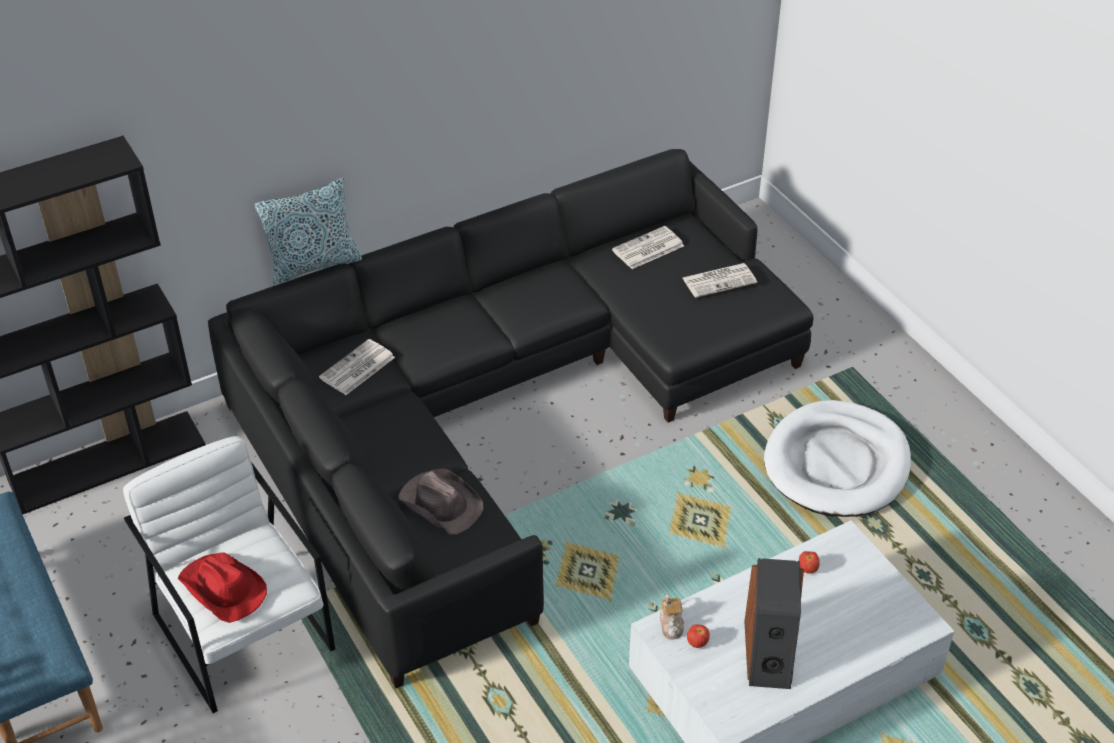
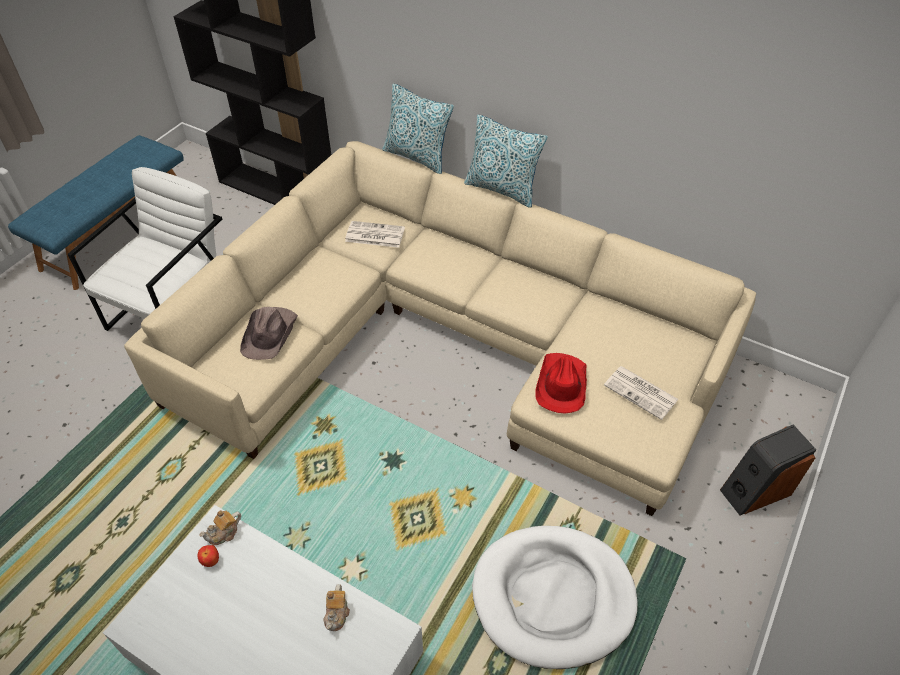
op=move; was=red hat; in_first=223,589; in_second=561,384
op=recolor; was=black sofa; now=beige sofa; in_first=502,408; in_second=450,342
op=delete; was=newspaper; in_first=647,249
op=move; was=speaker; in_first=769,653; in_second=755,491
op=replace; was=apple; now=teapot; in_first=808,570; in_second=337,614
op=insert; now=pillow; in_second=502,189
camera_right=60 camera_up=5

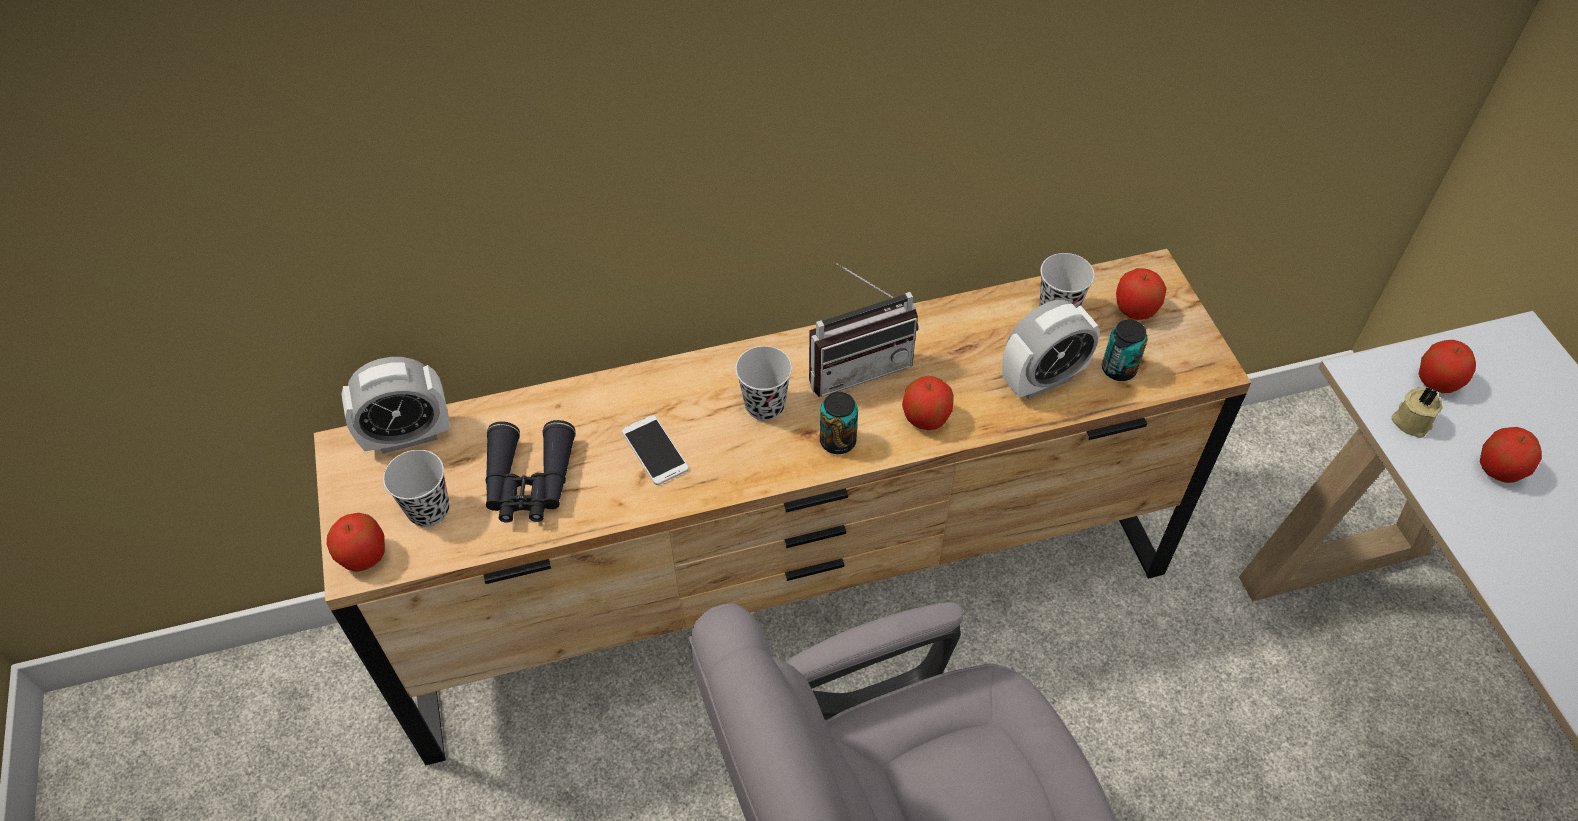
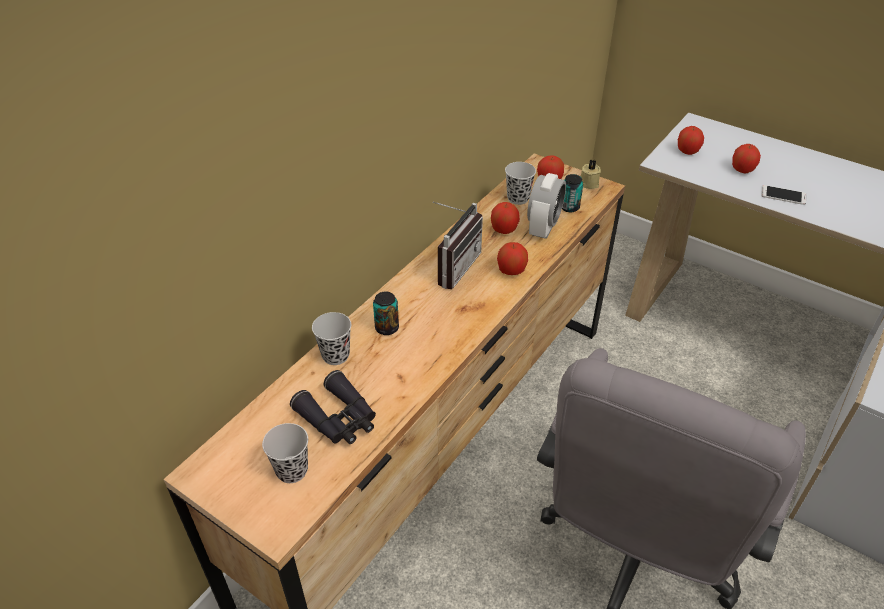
op=move; was=apple; in_first=364,556; in_second=504,230
op=delete; was=alarm clock; in_first=408,436
op=move; was=phone; in_first=655,450; in_second=783,195
op=move; was=black cup; in_first=765,405; in_second=335,355
op=move; was=can; in_first=837,441; in_second=387,328
op=move; was=beige candle; in_first=1411,420; in_second=588,183
camera_right=-40 camera_up=-10

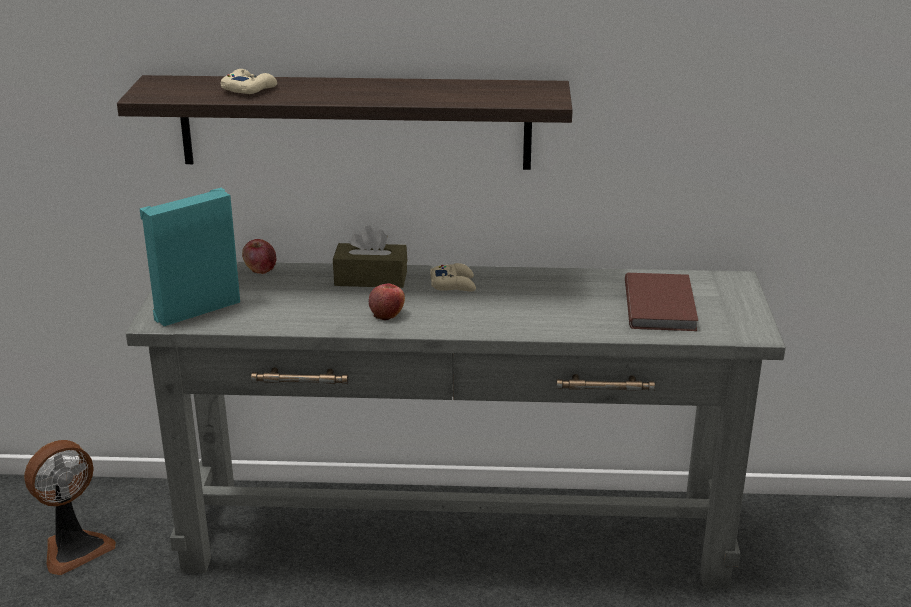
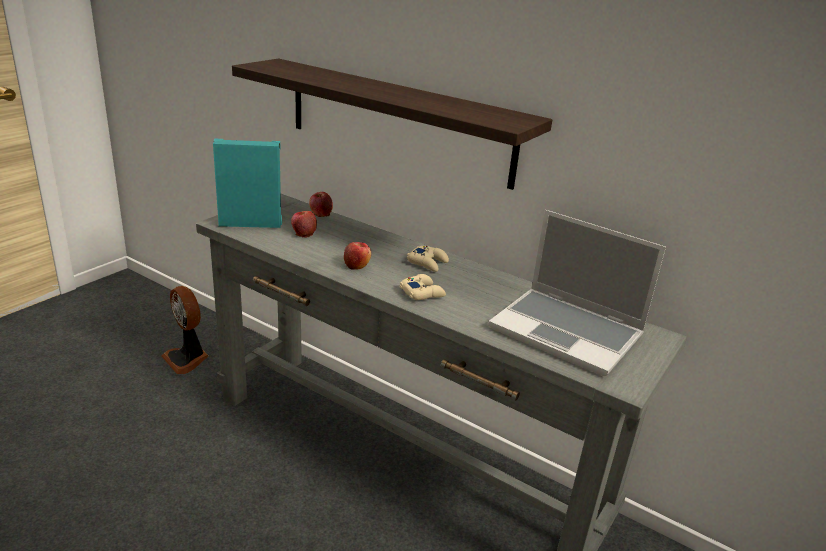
op=rotate; was=fan; in_first=74,548; in_second=187,359; clockwise=60
op=move; was=beige game controller; in_first=248,89; in_second=422,293
op=delete; was=brown tissue box; in_first=371,278
op=replace; was=brown book; now=laptop; in_first=662,305; in_second=568,332
op=insert; now=apple; in_second=303,233
camera_right=30 camera_up=0

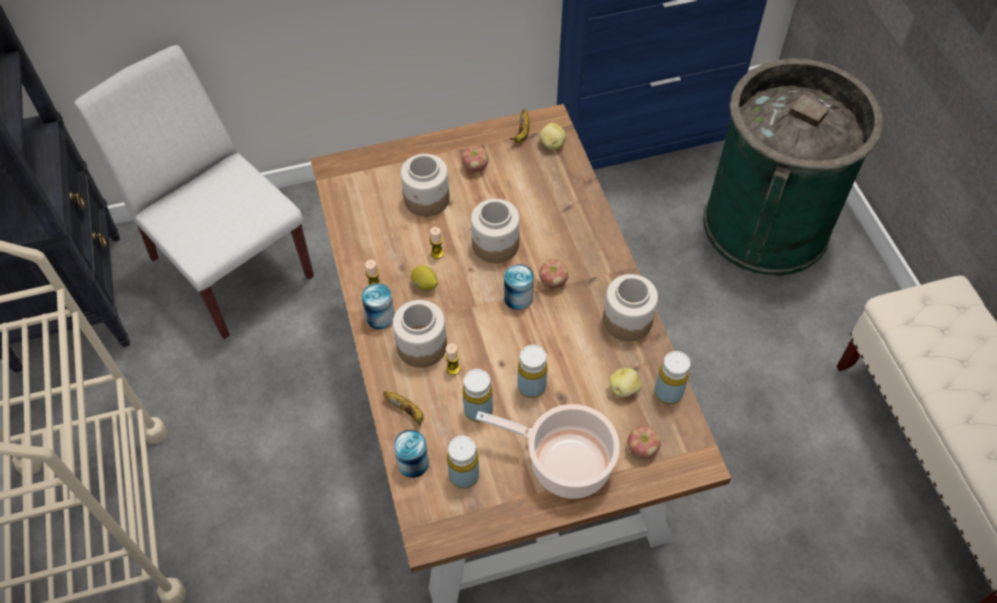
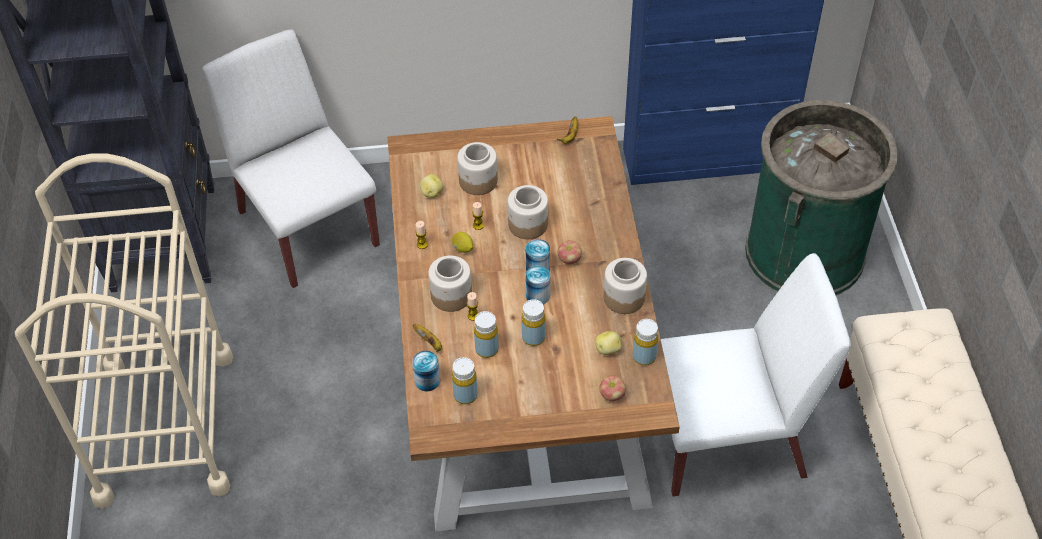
op=move; was=can; in_first=380,317; in_second=538,295
op=delete; was=apple; in_first=475,167
op=delete; was=cooking pot; in_first=564,462
op=move; was=potato; in_first=552,144; in_second=431,193
op=insert; now=white chair; in_second=729,440
camera_right=10 camera_up=-5

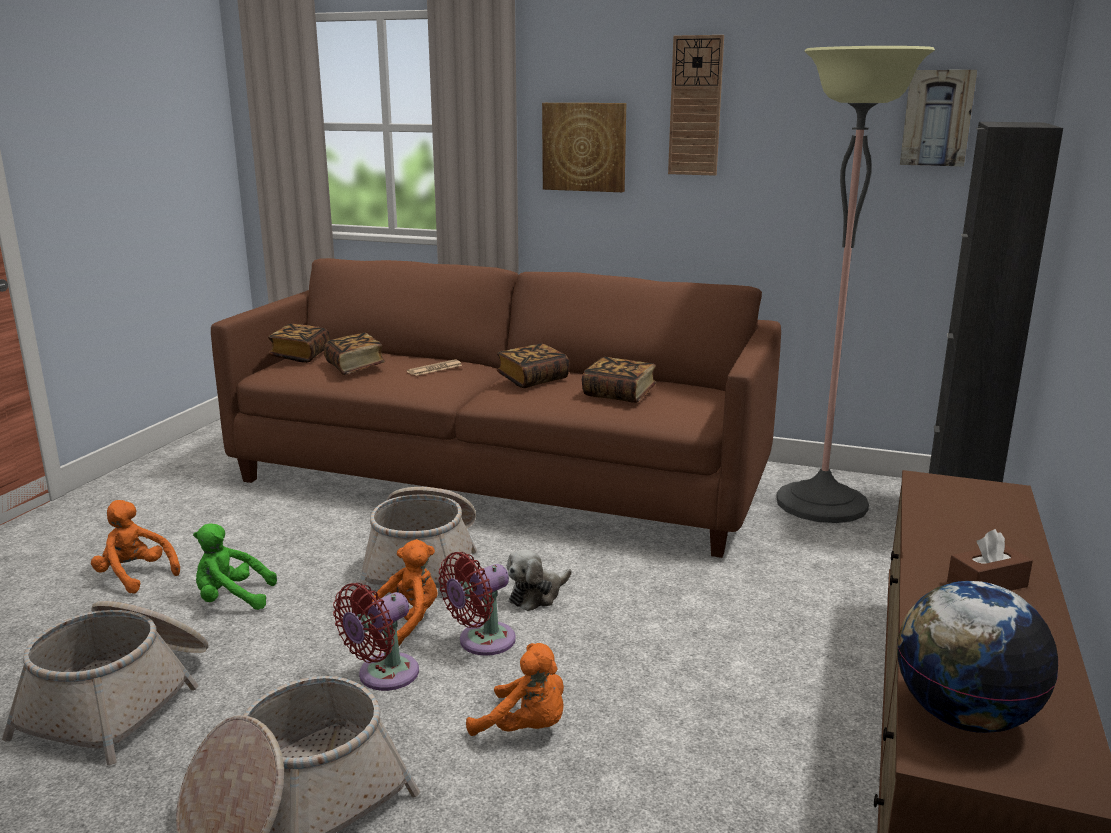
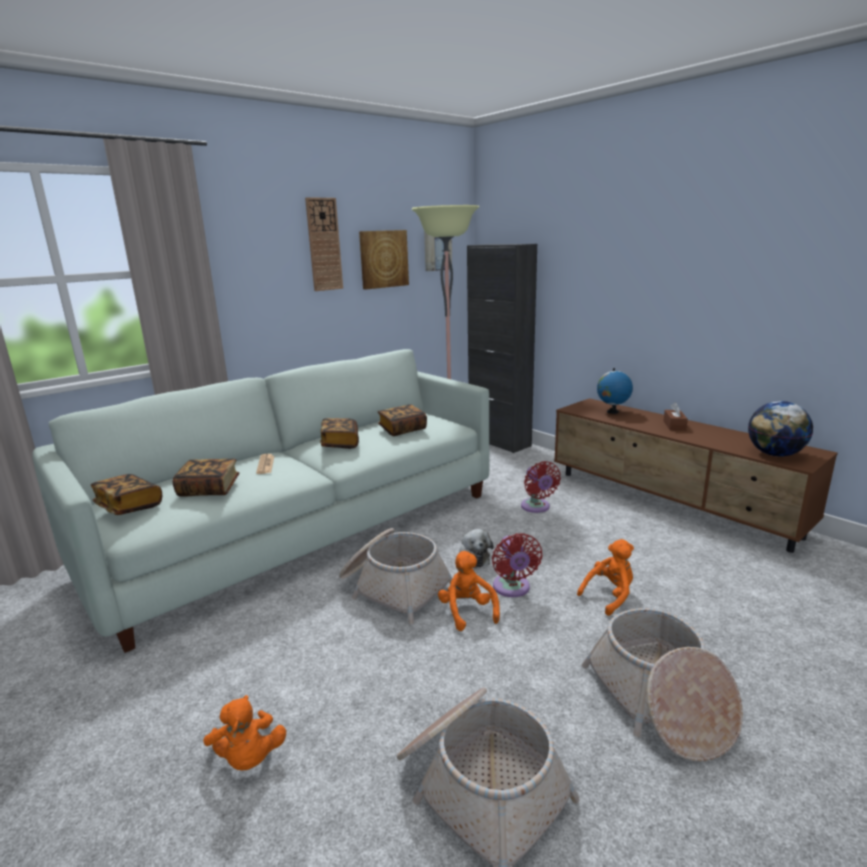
op=rotate; was=orange plush toy; in_first=135,576; in_second=248,758; clockwise=-90
op=delete; was=green plush toy; in_first=231,599
op=recolor; was=brown sofa; now=white sofa; in_first=499,479; in_second=303,531
op=move; was=red fan; in_first=383,676; in_second=536,507
op=move; was=picture; in_first=584,147; in_second=383,259
op=insert; now=globe; in_second=612,412
camera_right=-60 camera_up=0

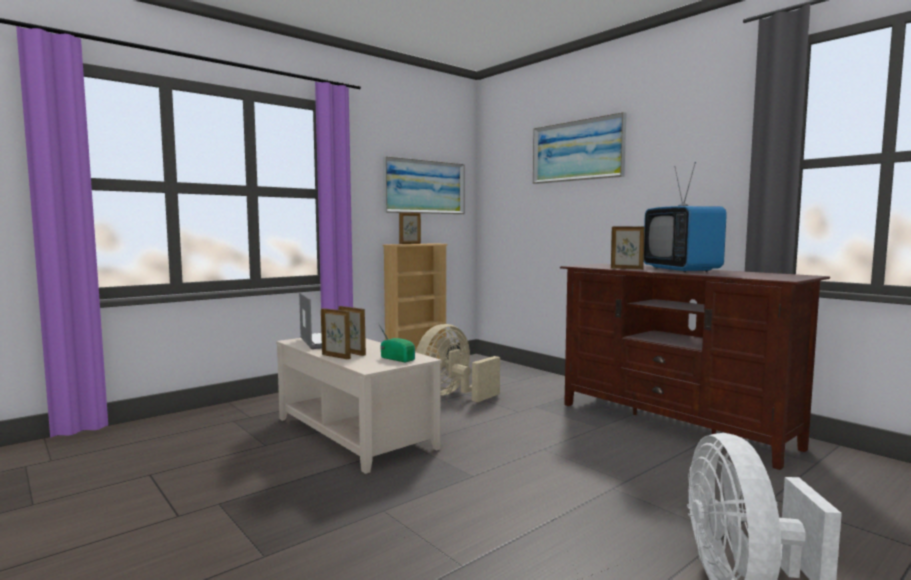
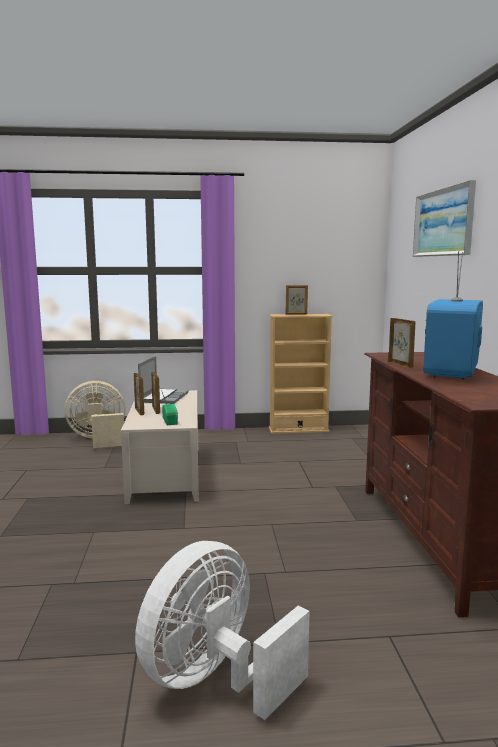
op=delete; was=picture; in_first=424,187
op=move; was=beige fan; in_first=452,396; in_second=99,440
camera_right=35 camera_up=5

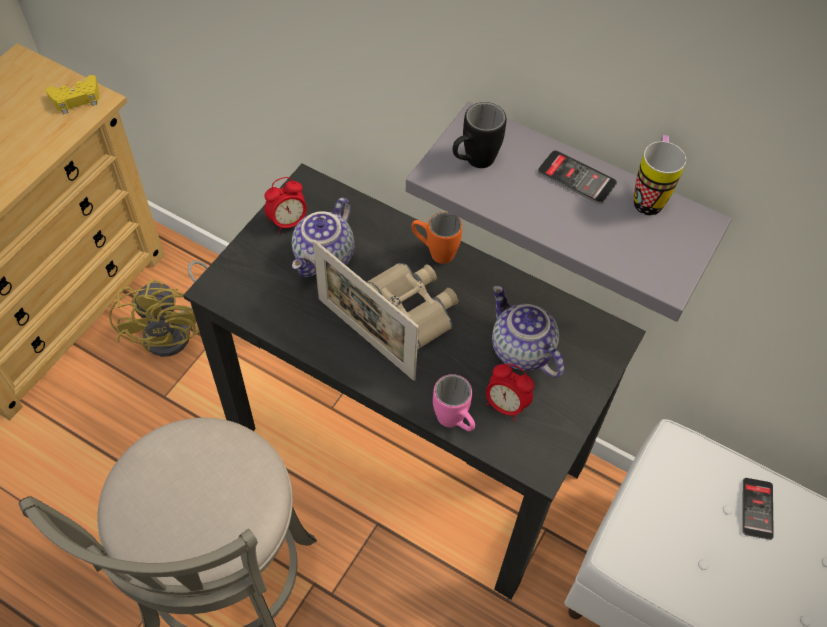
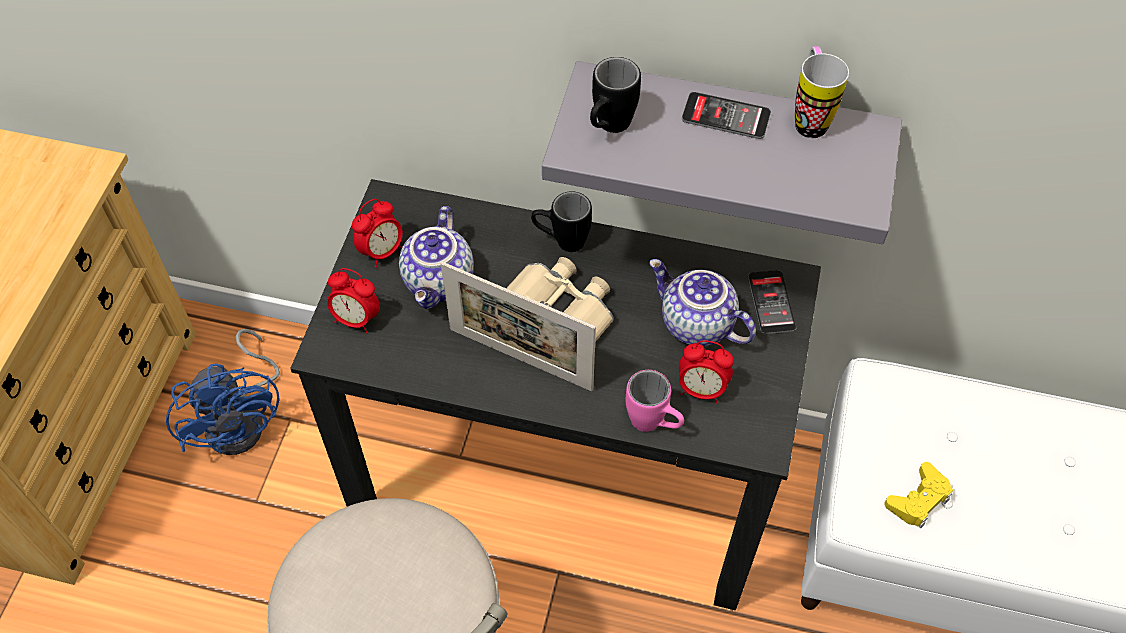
op=move; was=yellow game controller; in_first=76,99; in_second=918,499
op=recolor; was=yellow fan; now=blue fan; in_first=176,331; in_second=243,419
op=recolor; was=orange mug; now=black mug; in_first=434,252; in_second=561,241
op=move; was=phone; in_first=757,508; in_second=771,302
op=insert; now=alarm clock; in_second=356,319
camera_right=-15 camera_up=0

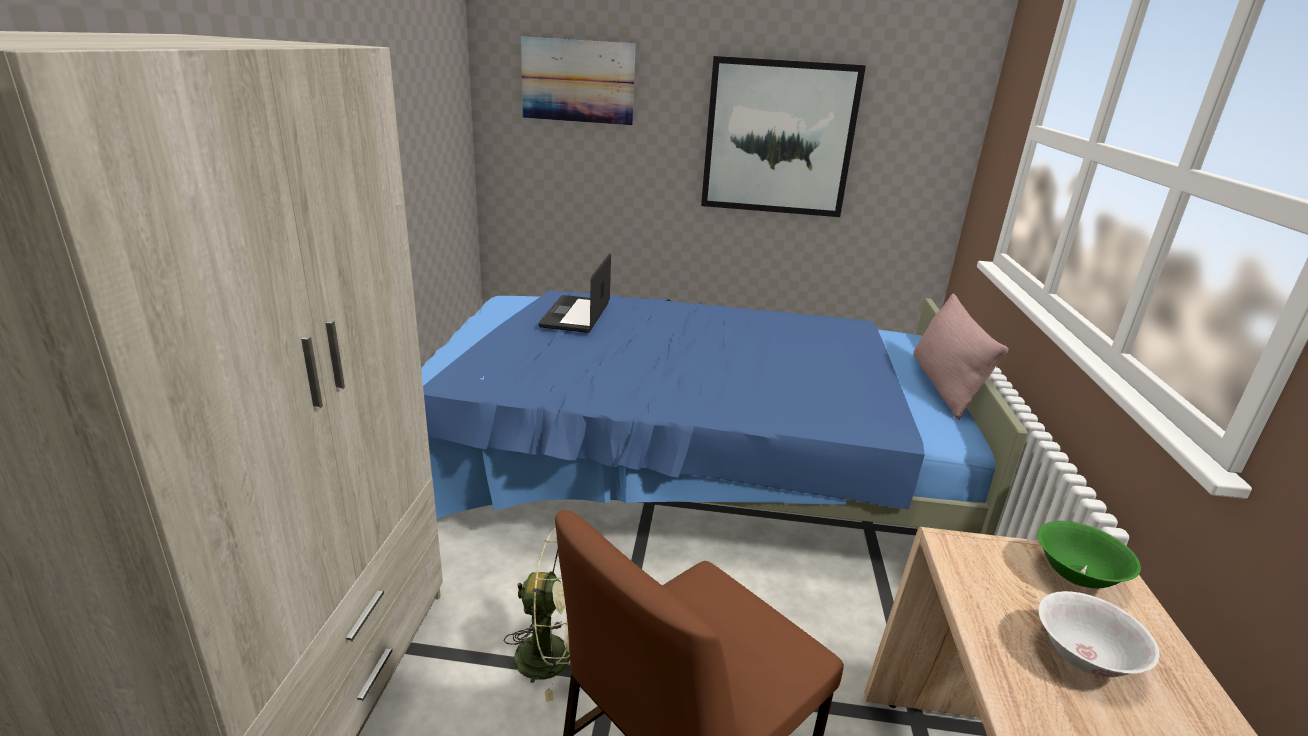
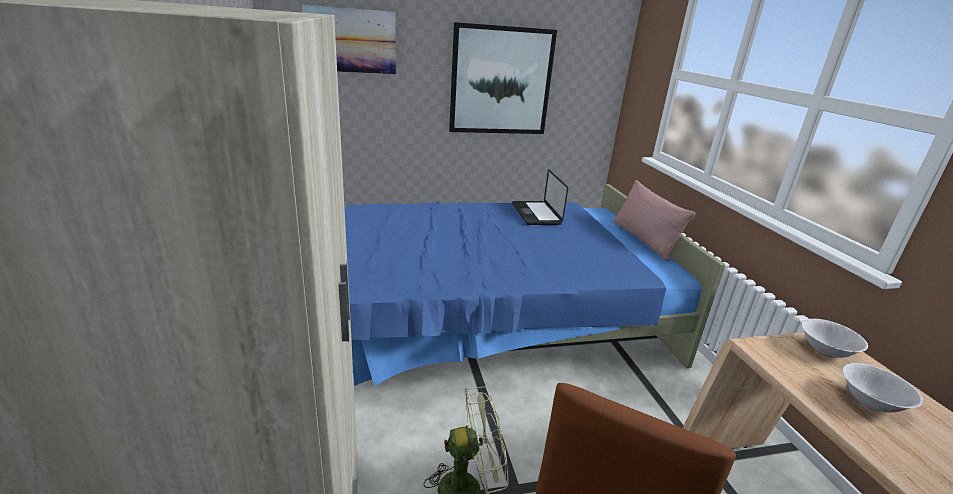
op=move; was=laptop; in_first=575,315; in_second=536,214
op=recolor; was=green bowl; now=white bowl; in_first=1076,575; in_second=825,351
camera_right=-20 camera_up=0

